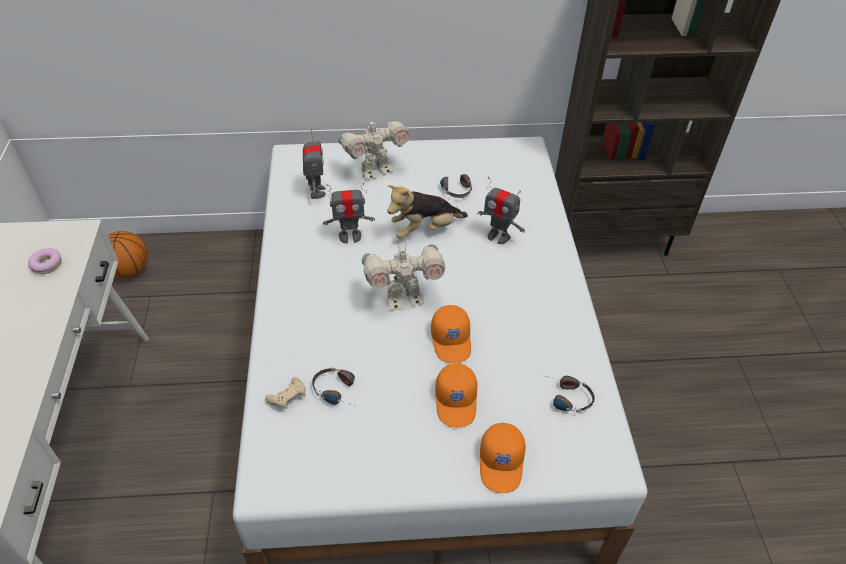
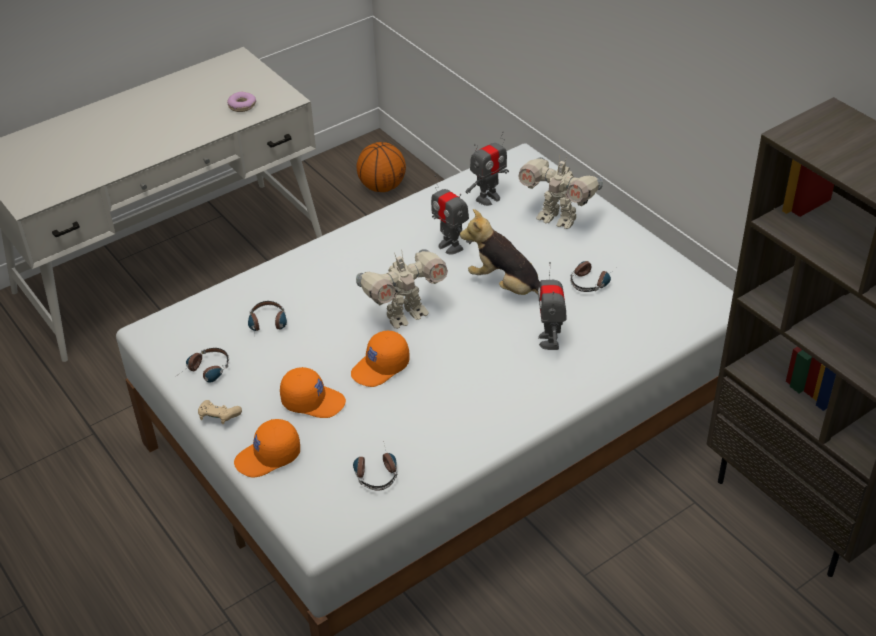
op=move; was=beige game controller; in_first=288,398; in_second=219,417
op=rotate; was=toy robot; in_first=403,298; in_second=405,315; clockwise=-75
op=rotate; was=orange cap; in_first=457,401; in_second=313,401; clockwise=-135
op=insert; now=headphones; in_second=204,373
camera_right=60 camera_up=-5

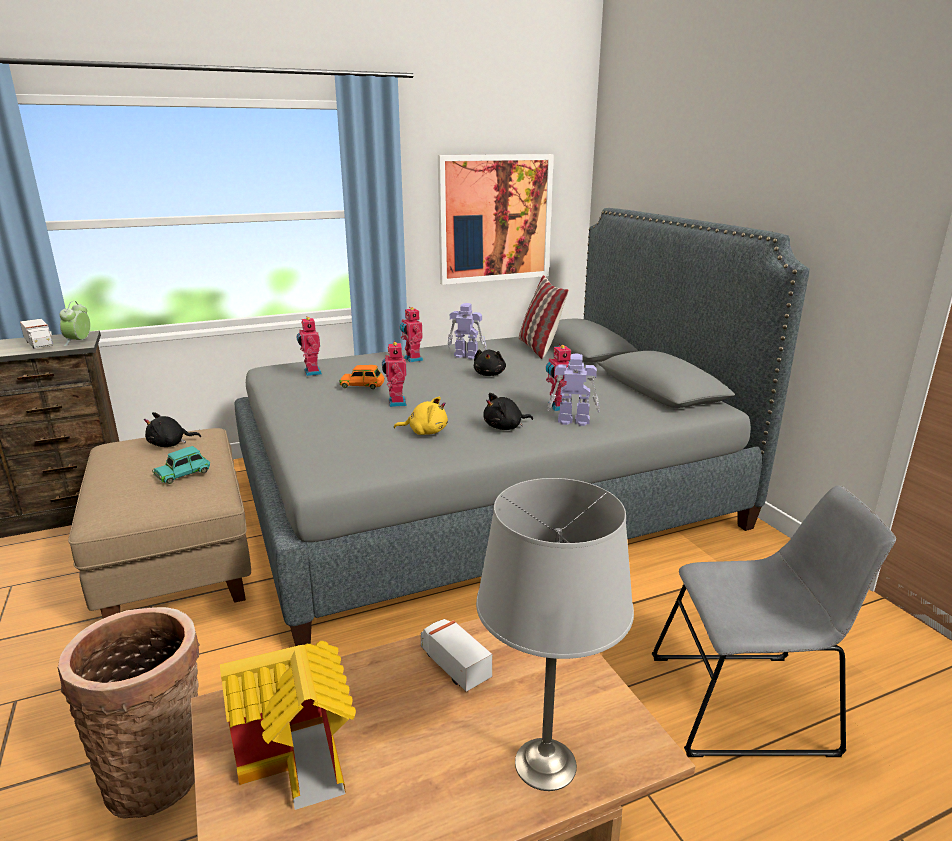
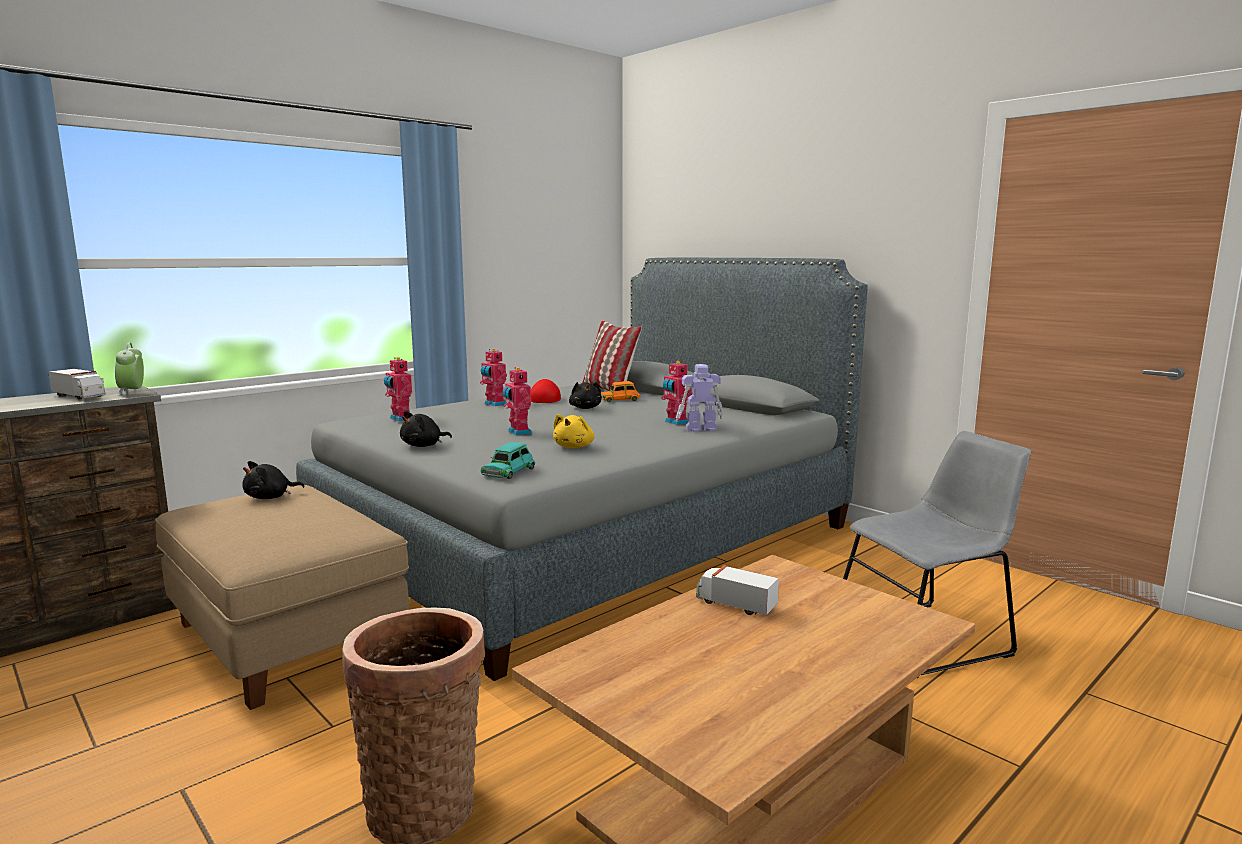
op=move; was=turquoise toy car; in_first=183,473; in_second=508,471
op=delete; was=toy house; in_first=302,758
op=move; was=orange toy car; in_first=362,384; in_second=620,399
op=rotate; was=yellow plush toy; in_first=425,432; in_second=574,447; clockwise=120
op=delete; was=picture; in_first=495,219
op=replace; was=toy robot; now=red cap; in_first=466,356; in_second=545,398
op=delete; was=grey table lamp; in_first=544,765
op=move; was=black plush toy; in_first=505,427; in_second=424,445
camera_right=-20 camera_up=-10

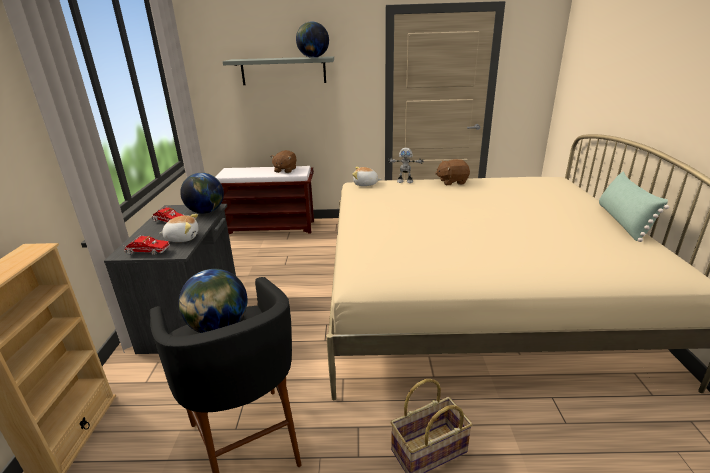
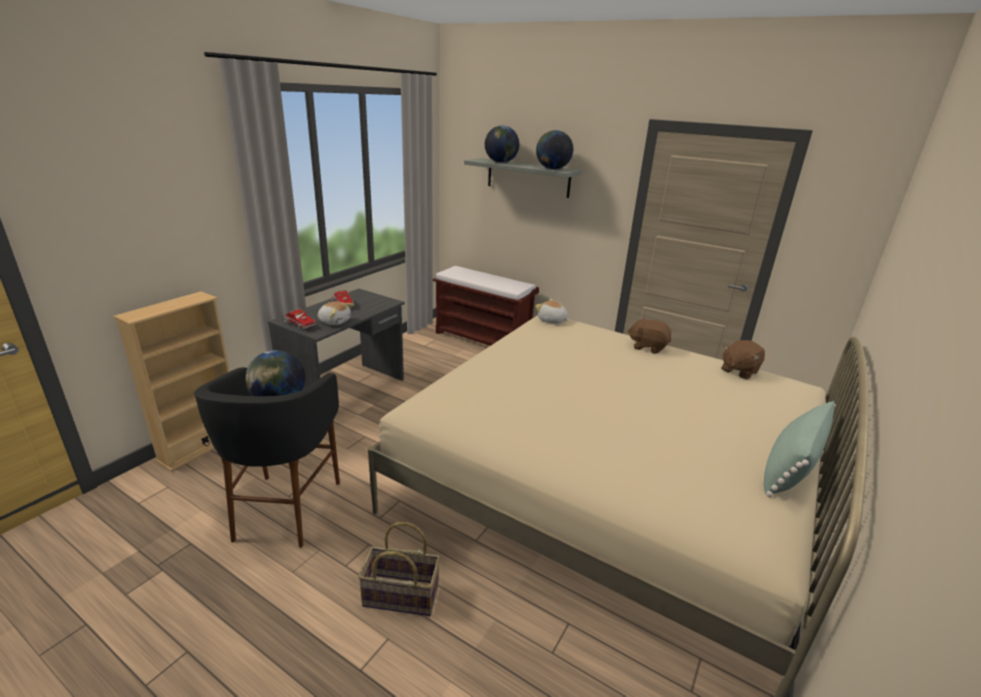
op=move; was=globe; in_first=206,211; in_second=501,162
op=move; was=brown plush toy; in_first=285,170; in_second=739,371
op=delete; was=toy robot; in_first=405,181
camera_right=30 camera_up=0

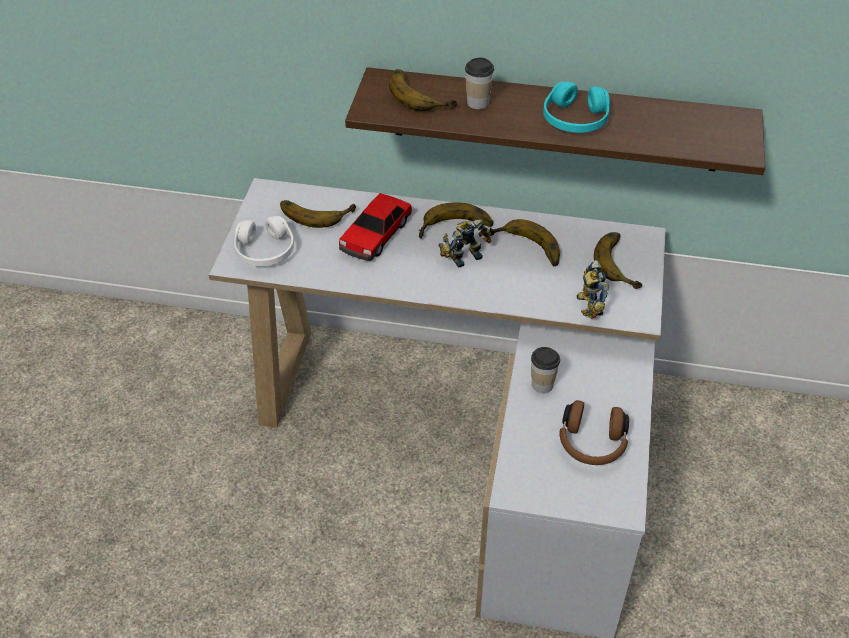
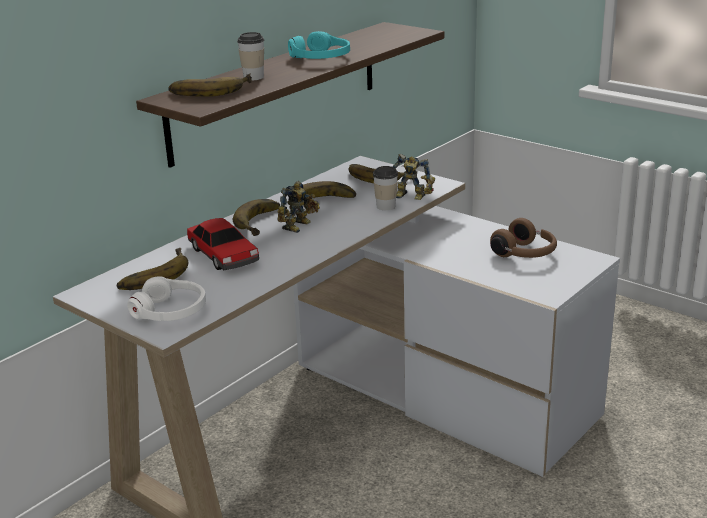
op=rotate; was=toy robot; in_first=463,256; in_second=299,226; clockwise=-150
op=move; was=cup; in_first=542,385; in_second=386,206
camera_right=-60 camera_up=-20

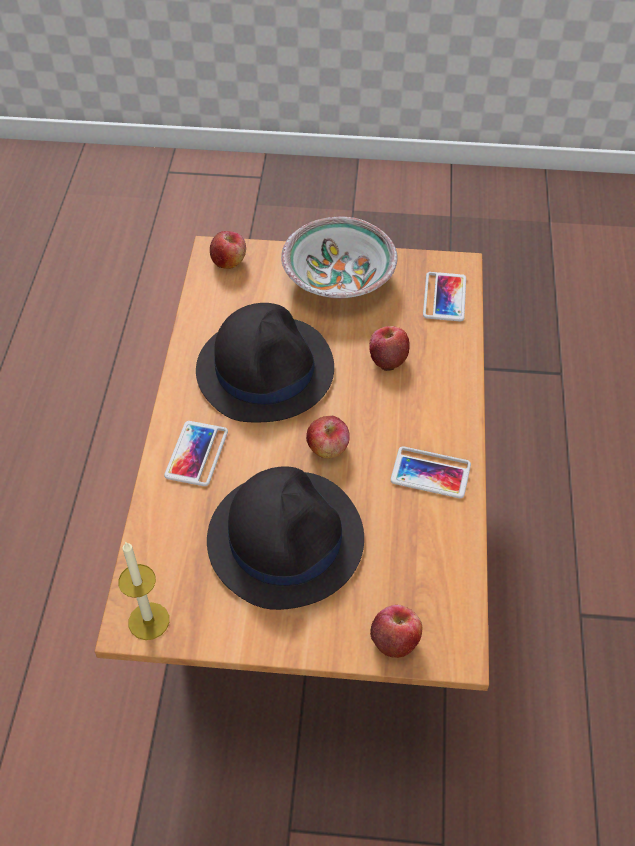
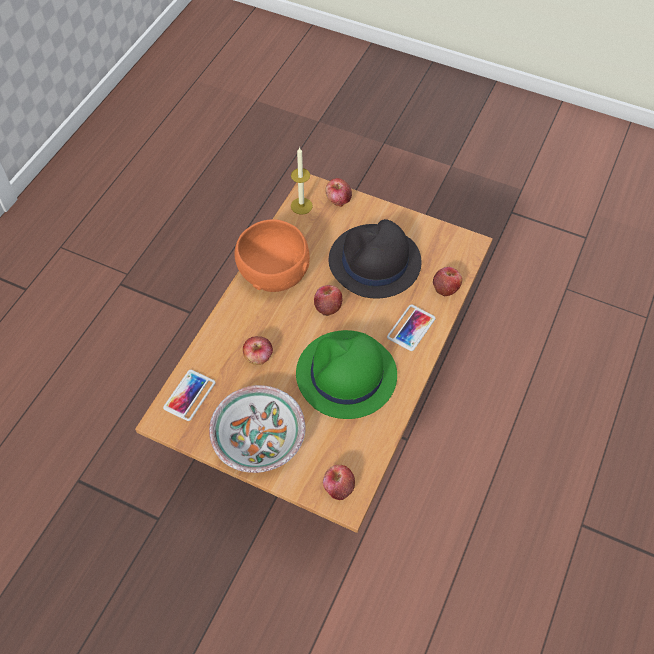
op=move; was=candle; in_first=149,621; in_second=301,206
op=recolor; was=black hat; now=green hat; in_first=265,369; in_second=345,375
op=replace; was=phone; now=orange bowl; in_first=430,473; in_second=274,273
op=insert; now=apple; in_second=446,288
camera_right=-160 camera_up=5

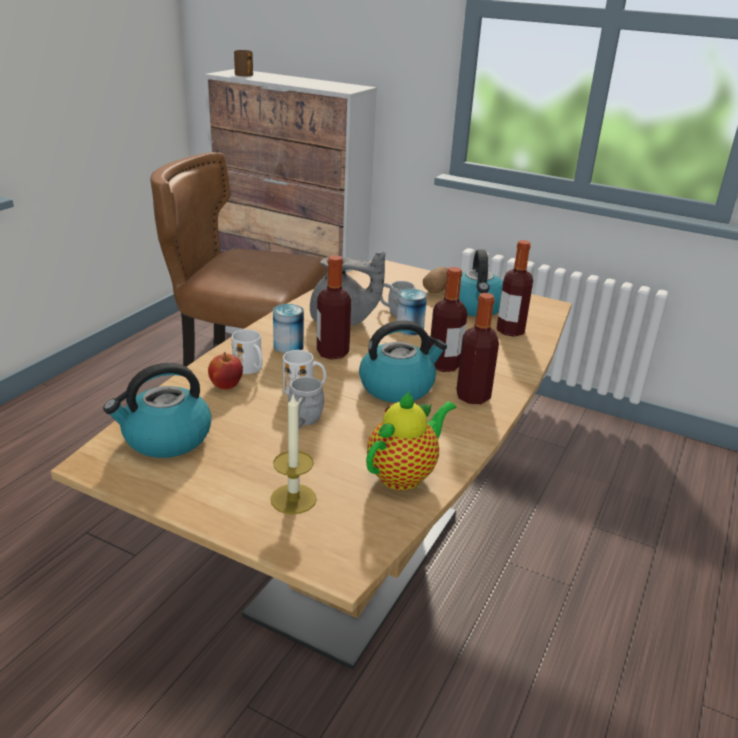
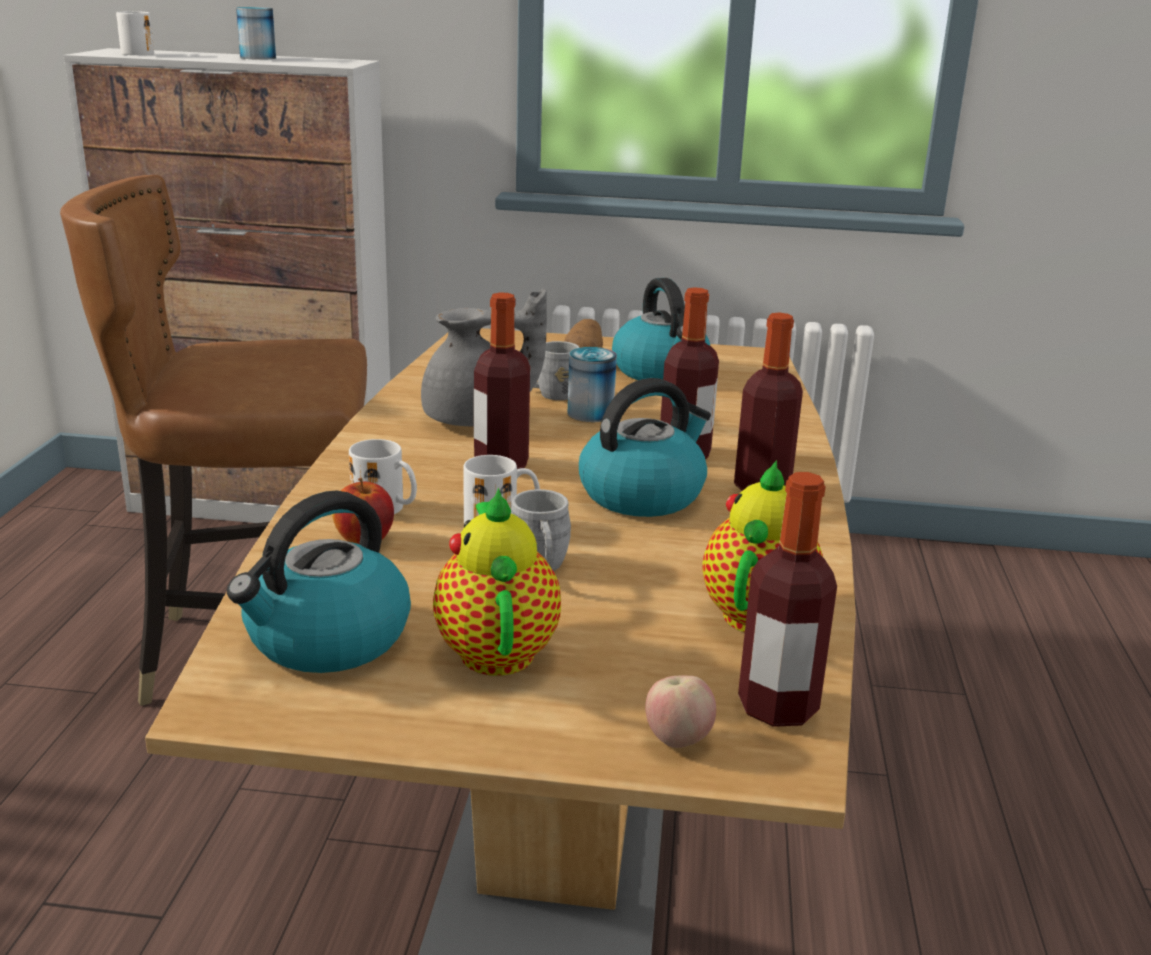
op=recolor; was=brown mug; now=white mug; in_first=245,74; in_second=138,53
op=delete; was=candle; in_first=293,499
op=move; was=can; in_first=288,346; in_second=258,57
op=move; was=bottle; in_first=510,331; in_second=777,707
op=insert; now=teapot; in_second=496,648
op=insert; now=apple; in_second=678,740
camera_right=-20 camera_up=-5

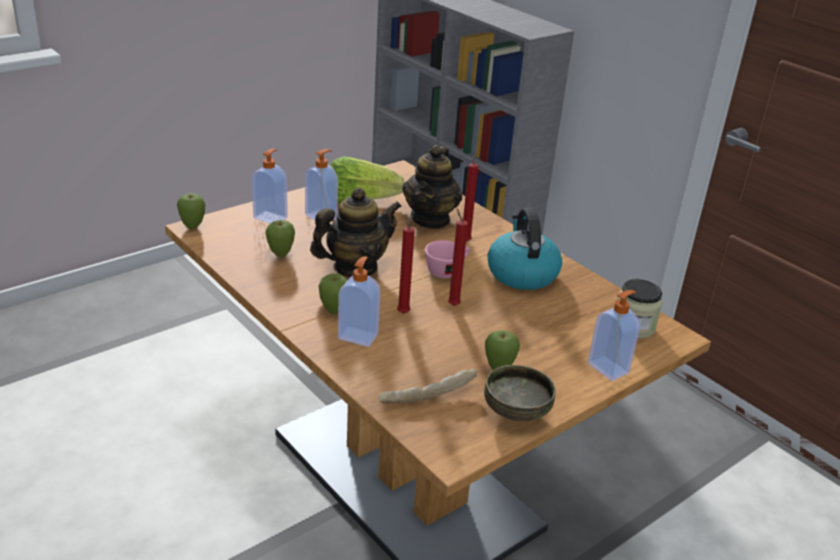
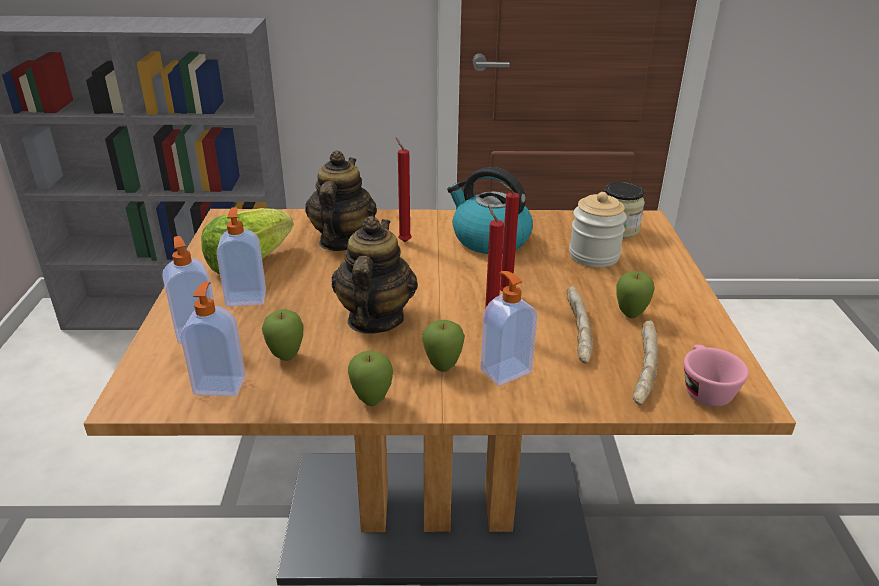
op=move; was=apple; in_first=192,227; in_second=371,401
op=rotate; was=teapot; in_first=431,219; in_second=342,241; clockwise=-135
op=move; was=pink cup; in_first=447,270; in_second=703,389
op=delete; was=bowl; in_first=515,413
op=move; was=soap dispenser; in_first=609,368; in_second=220,385
op=insert; now=bread; in_second=576,333
op=insert; now=jar; in_second=594,255
camera_right=-50 camera_up=0

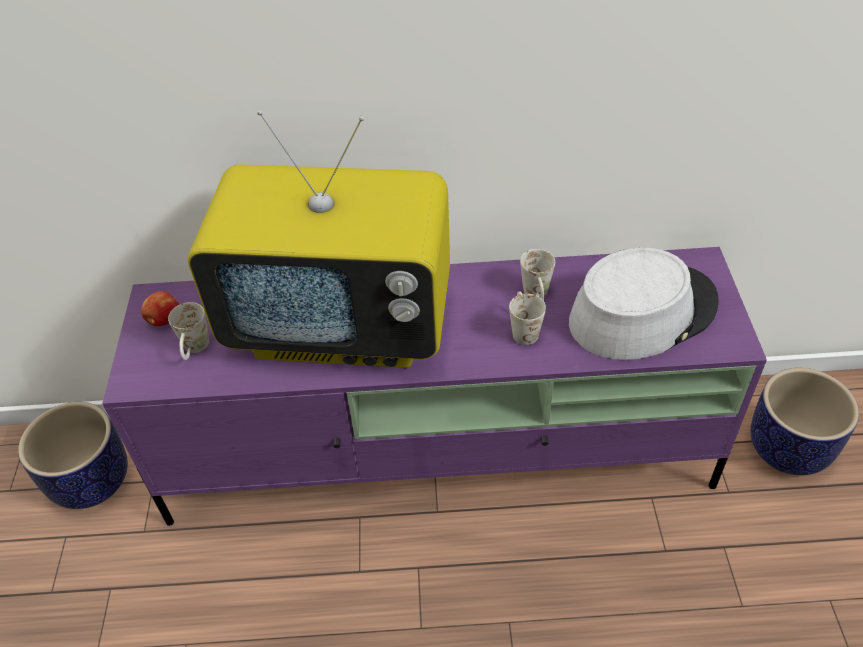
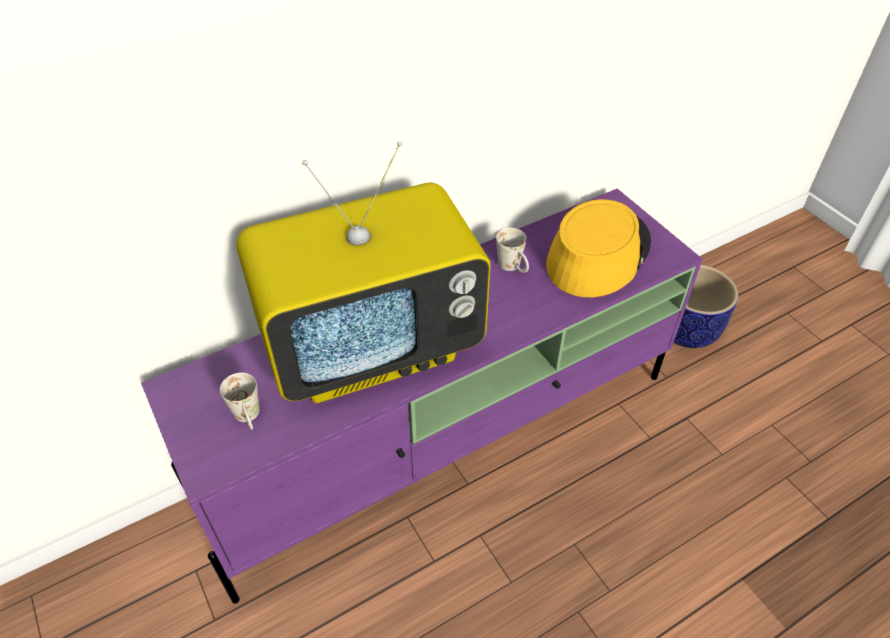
op=delete; was=planter; in_first=91,480
op=delete; was=apple; in_first=164,320
op=delete; was=white mug; in_first=522,329
op=recolor; was=grey hat; now=yellow hat; in_first=642,312; in_second=598,254
camera_right=-30 camera_up=0

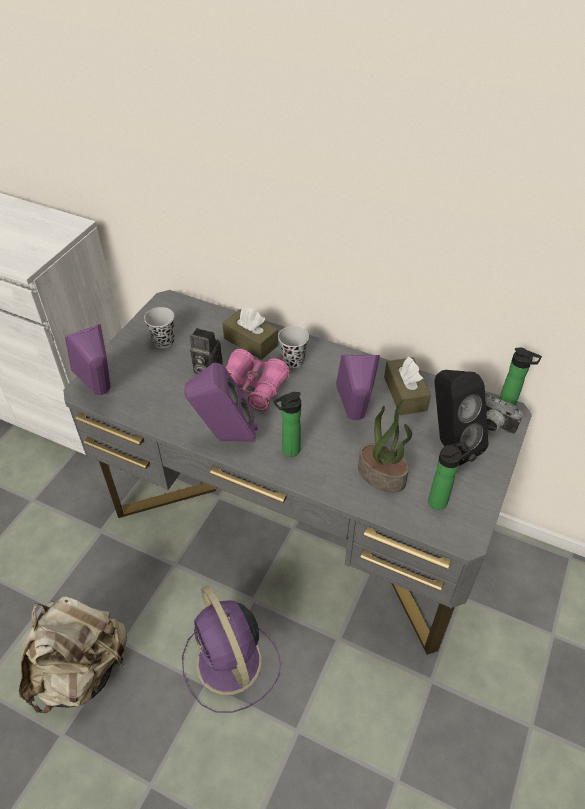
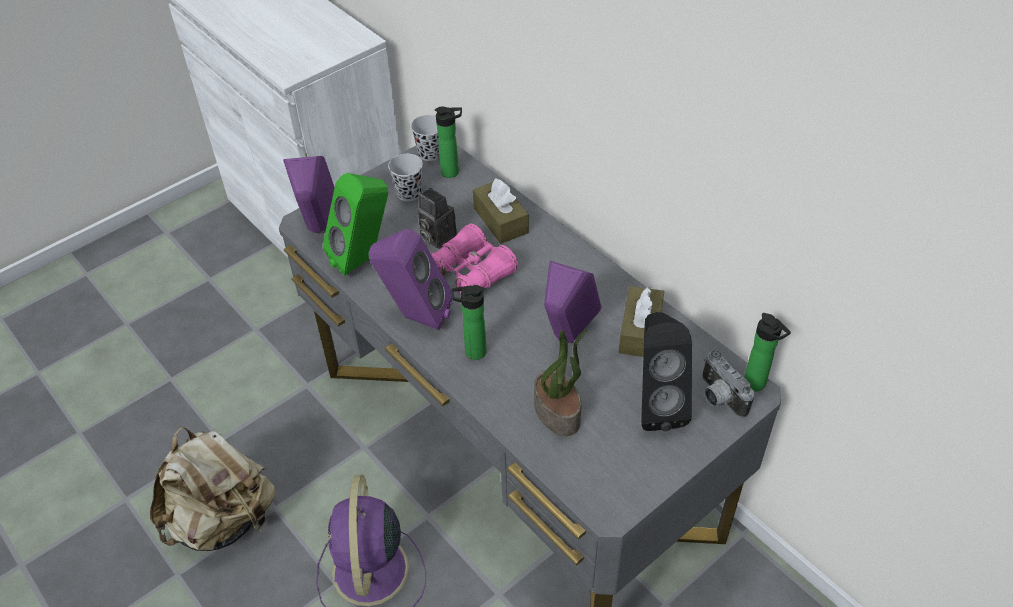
op=move; was=black cup; in_first=293,361; in_second=430,154
op=move; was=bottle; in_first=440,501; in_second=453,172
op=insert; now=green speaker; in_second=364,258
camera_right=25 camera_up=0

